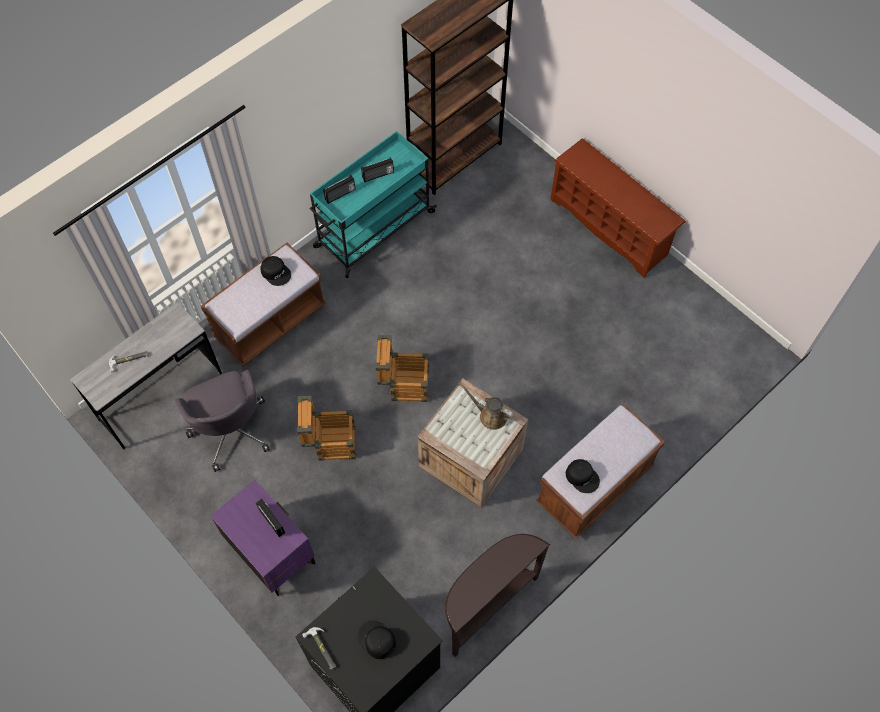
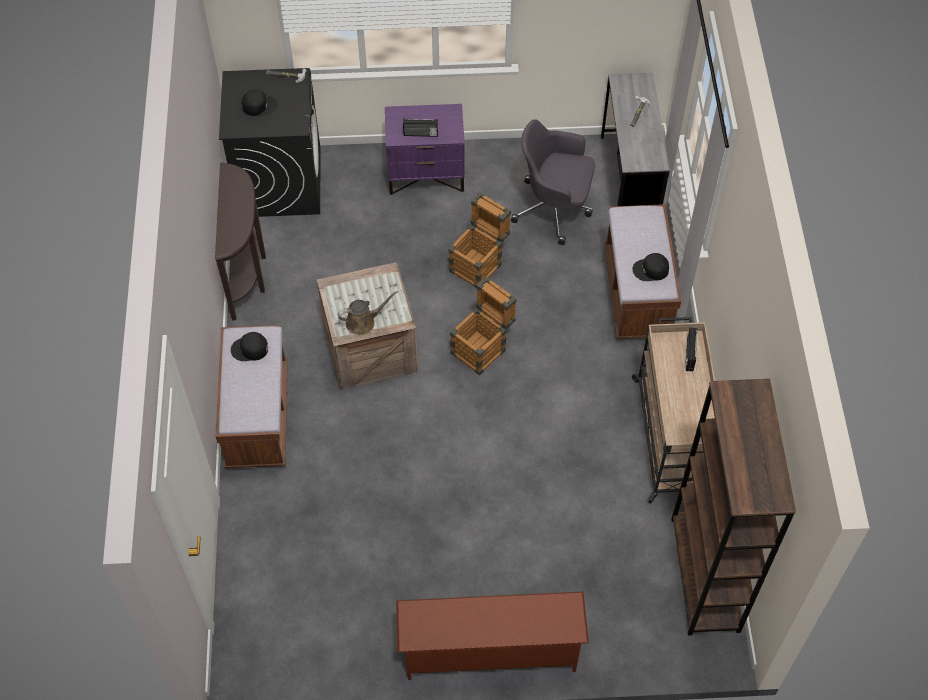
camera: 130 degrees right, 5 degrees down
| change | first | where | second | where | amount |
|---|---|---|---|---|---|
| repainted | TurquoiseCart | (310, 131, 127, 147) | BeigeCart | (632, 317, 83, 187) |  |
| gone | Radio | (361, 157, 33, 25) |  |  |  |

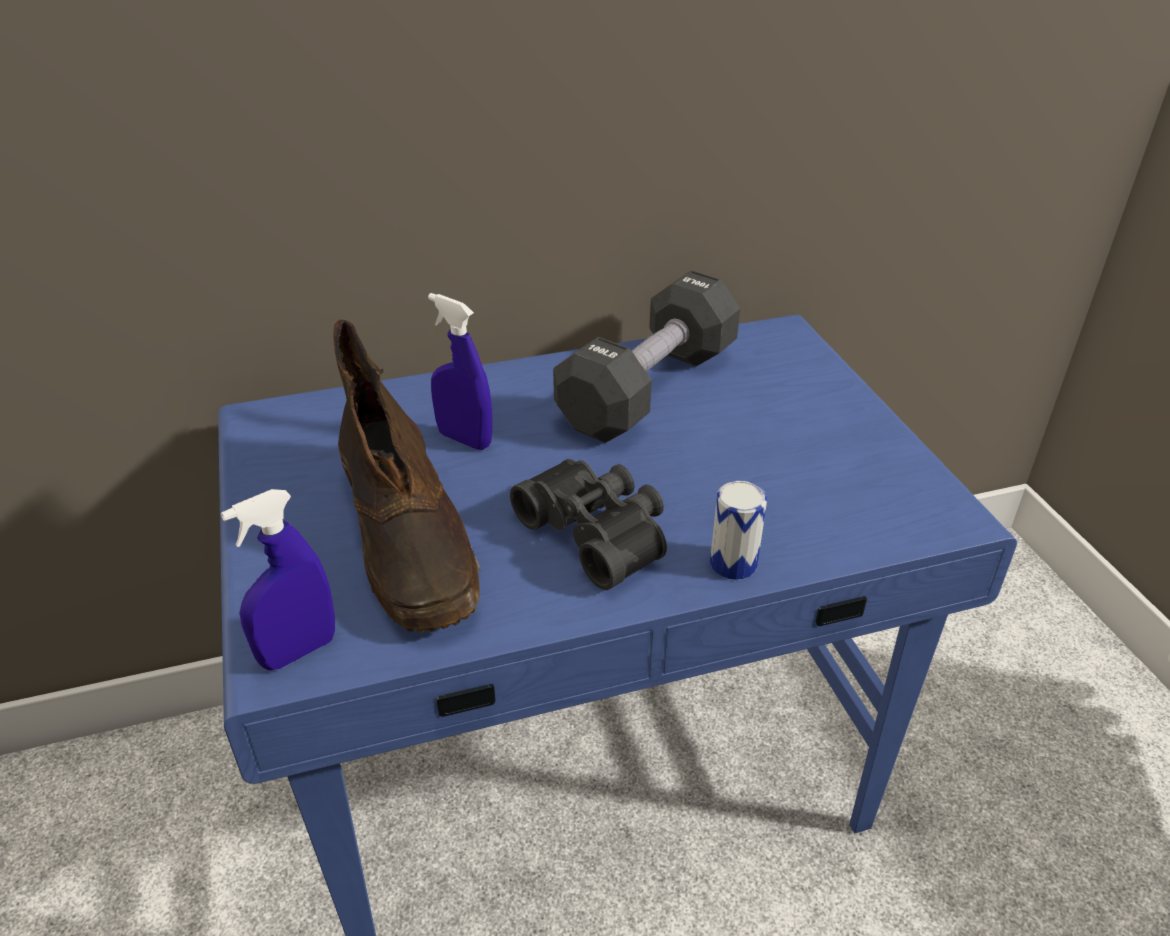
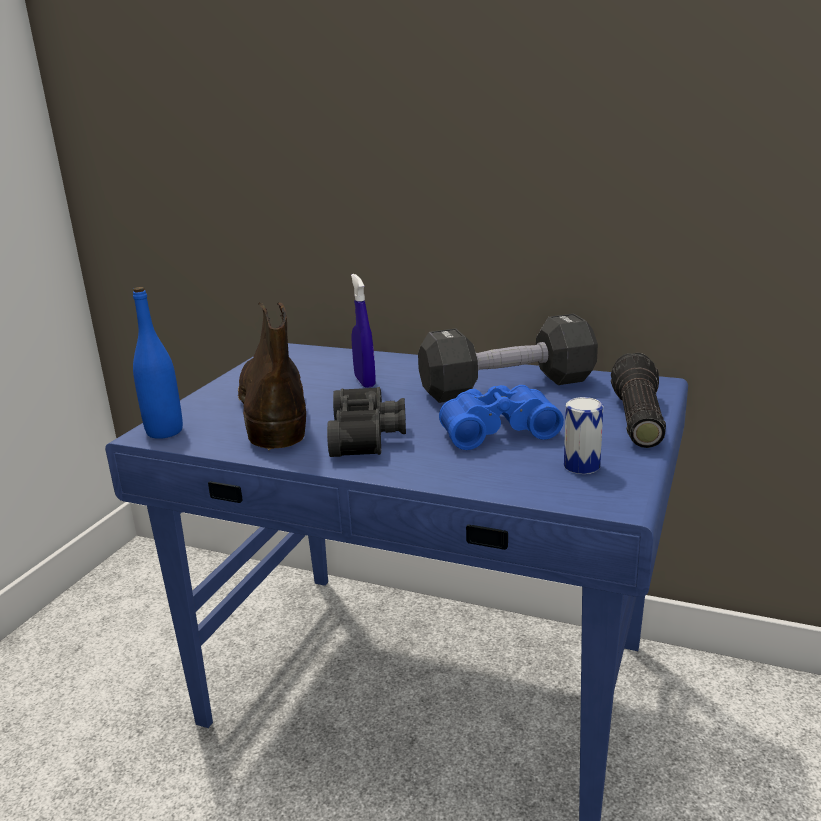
camera: 40 degrees right, 15 degrees down
| change | first | where | second | where | amount |
|---|---|---|---|---|---|
| rotated | BrownBoot | (333, 319, 148, 314) |  | (238, 302, 68, 149) | 150 degrees clockwise |
| shifted | Can | (710, 481, 57, 99) |  | (564, 397, 39, 77) |  |
| swapped | BlueSprayBottle | (221, 489, 114, 181) | BlueBottle | (133, 287, 50, 152) |  |
| new |  |  | Flashlight | (611, 352, 55, 96) |  |
| new |  |  | BlueBinoculars | (439, 385, 125, 65) |  |

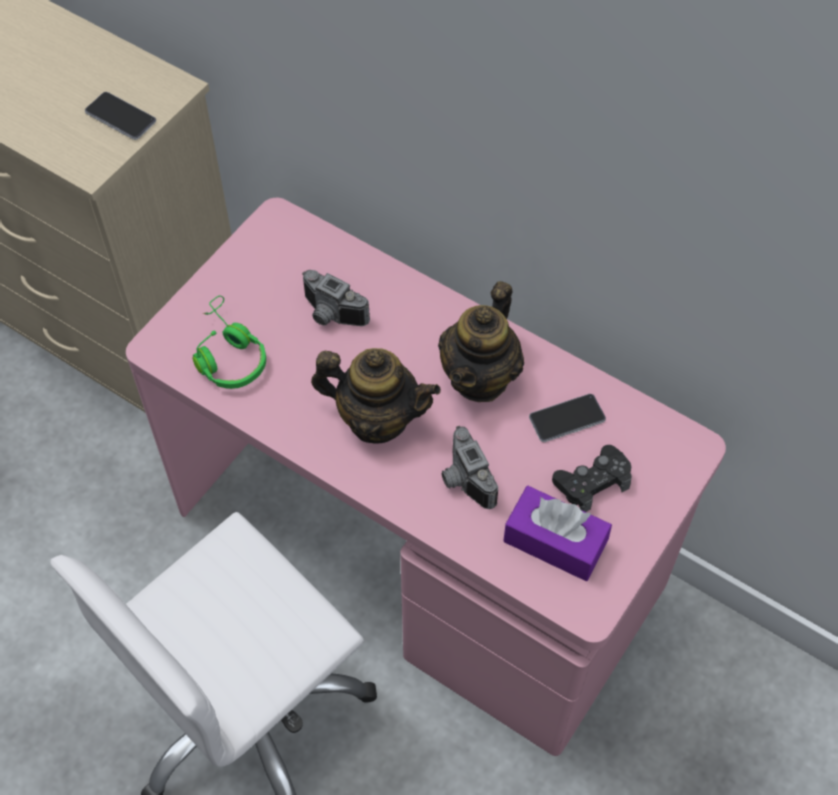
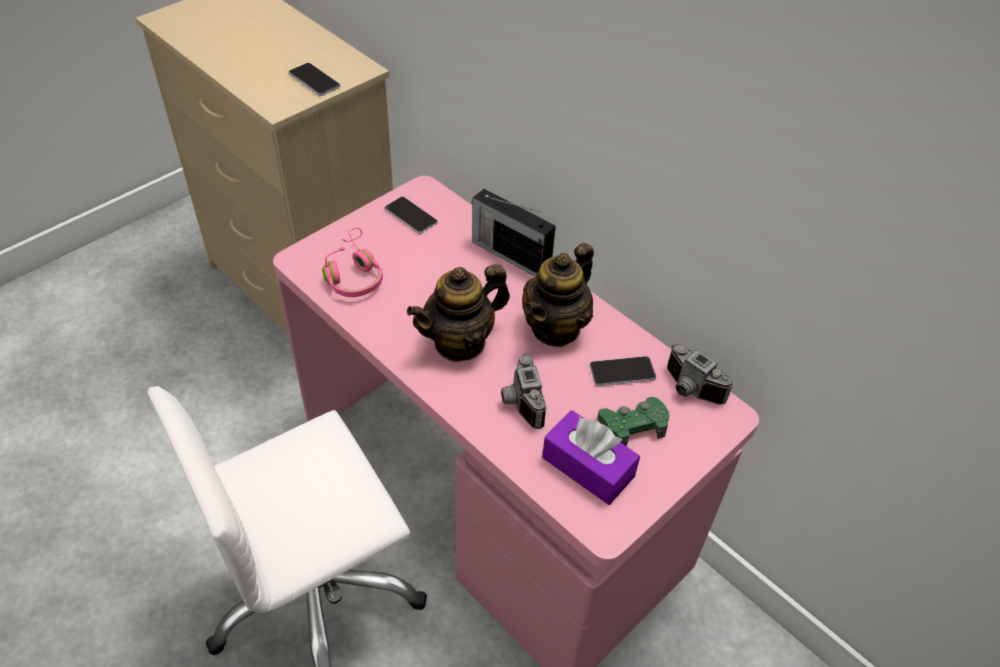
camera: 10 degrees right, 10 degrees down
| change | first | where | second | where | amount |
|---|---|---|---|---|---|
| shifted | PhotoCamera | (302, 270, 68, 56) |  | (667, 344, 66, 61) |  |
| repainted | GreenHeadphones | (193, 295, 73, 94) | PinkHeadphones | (322, 228, 61, 69) |  |
| rotated | Teapot | (311, 348, 130, 96) |  | (407, 264, 103, 98) | 120 degrees clockwise |
| repainted | BlackGameController | (552, 445, 80, 67) | GreenGameController | (597, 397, 73, 49) |  |
| new |  |  | Radio | (471, 189, 85, 88) |  |
| new |  |  | Phone | (385, 197, 53, 37) |  |

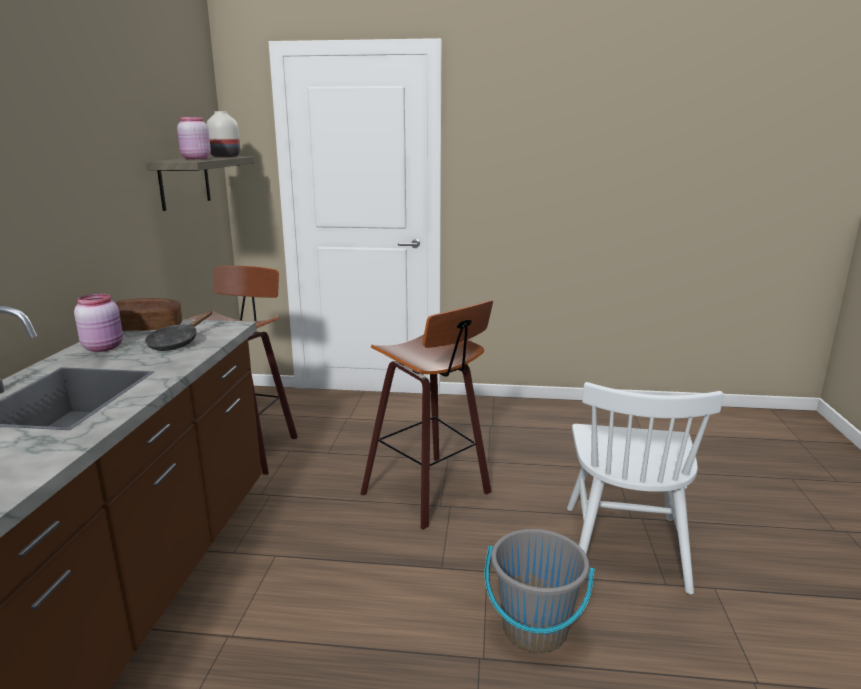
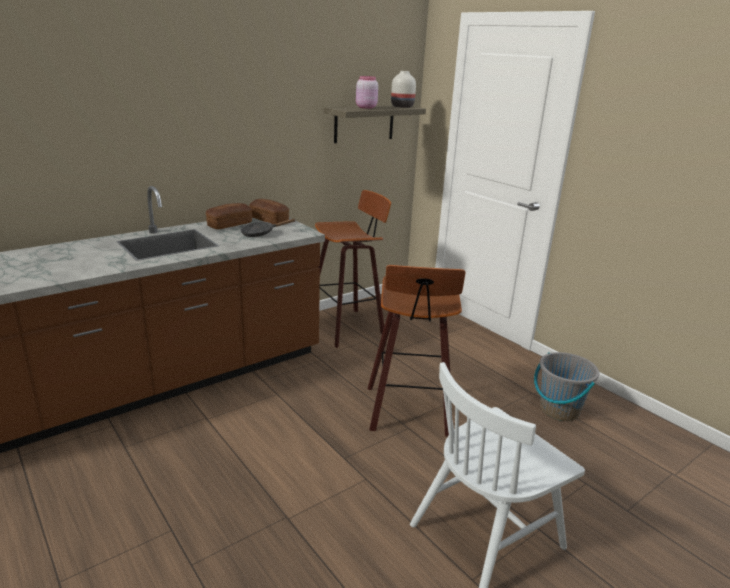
camera: 45 degrees right, 5 degrees up
| change | first | where | second | where | amount |
|---|---|---|---|---|---|
| swapped | PinkJar | (74, 294, 49, 58) | Bread | (206, 203, 46, 26) |  |
| shifted | GreyBucket | (485, 529, 110, 124) |  | (534, 352, 65, 69) |  |

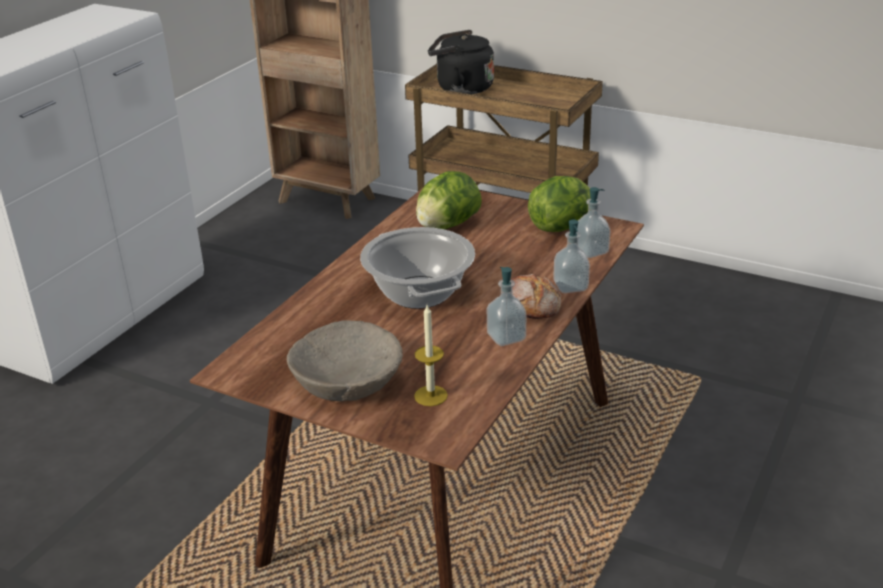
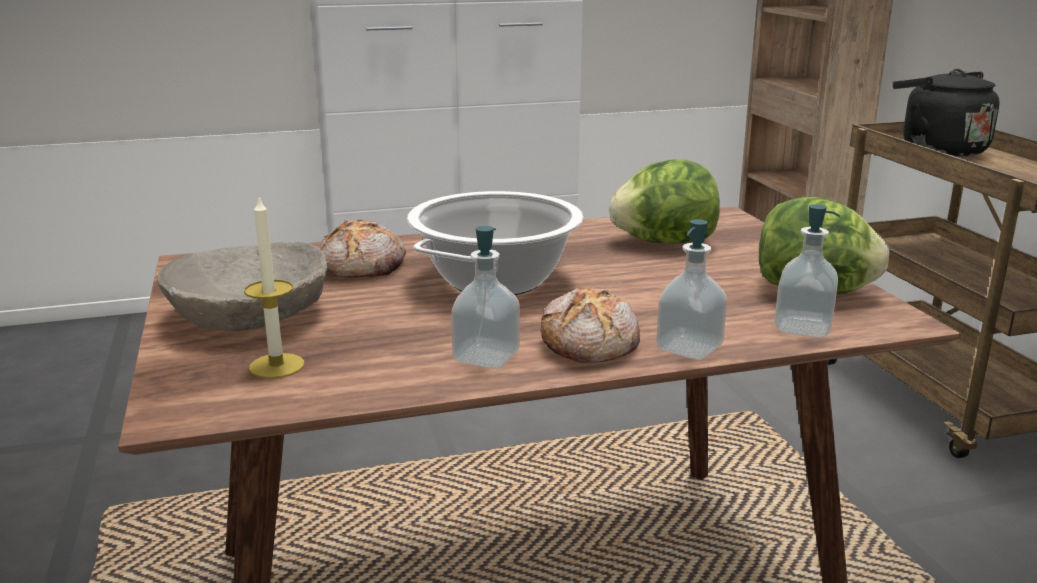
camera: 45 degrees right, 10 degrees down
| change | first | where | second | where | amount |
|---|---|---|---|---|---|
| new |  |  | Bread | (320, 220, 86, 58) |  |

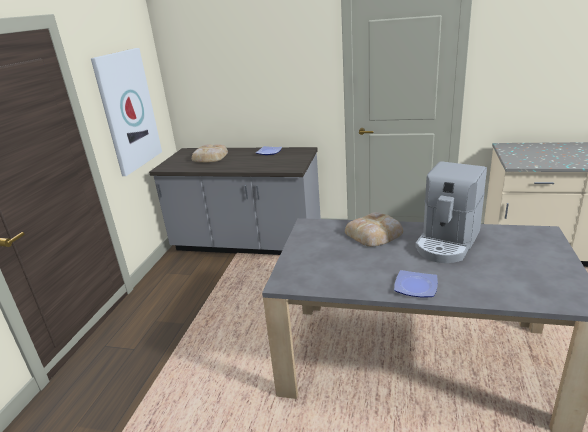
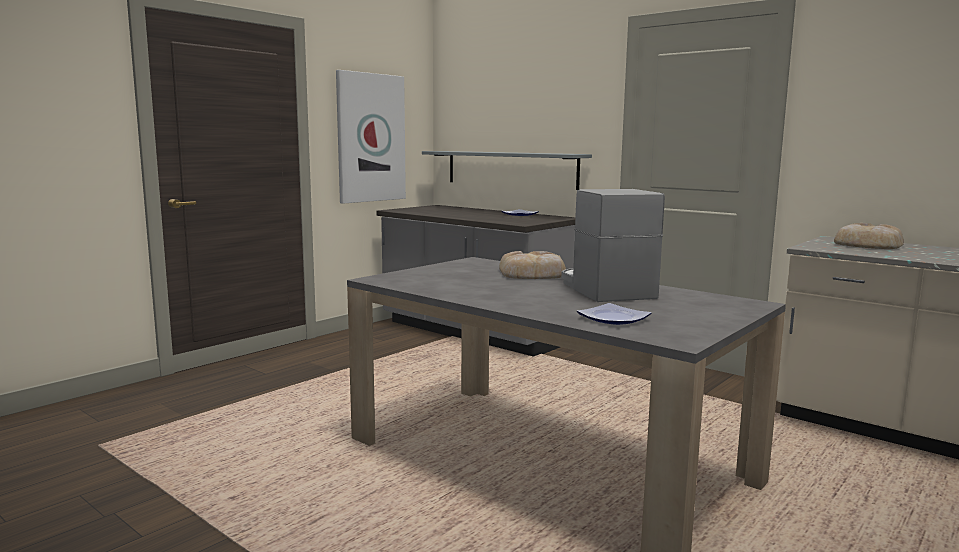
camera: 25 degrees right, 15 degrees down
| change | first | where | second | where | amount |
|---|---|---|---|---|---|
| shifted | Bread | (192, 144, 36, 19) |  | (834, 223, 70, 26) |  |
| rotated | CoffeeMachine | (415, 161, 72, 102) |  | (561, 189, 104, 113) | 105 degrees clockwise |
| shifted | Plate | (394, 270, 44, 27) |  | (577, 303, 74, 22) |  |
| new |  |  | GreyShelf | (422, 151, 170, 39) |  |

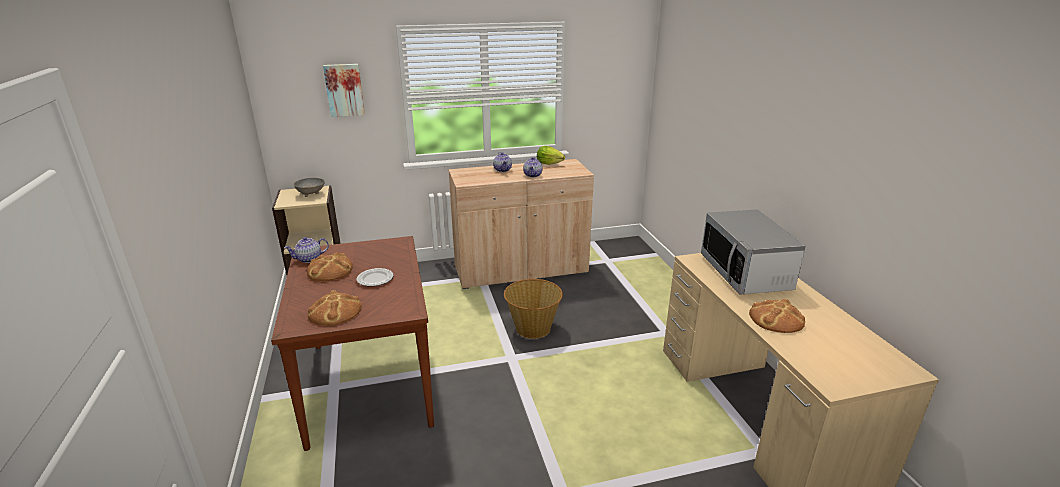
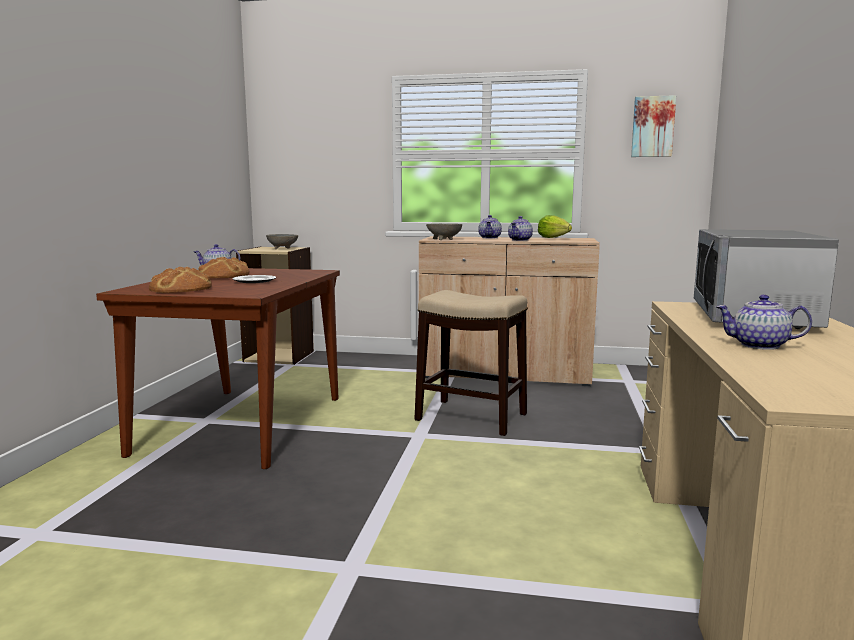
camera: 25 degrees right, 15 degrees down
| change | first | where | second | where | amount |
|---|---|---|---|---|---|
| shifted | Picture | (323, 64, 42, 53) |  | (631, 95, 45, 62) |  |
| swapped | Basket | (504, 279, 59, 60) | Stool | (415, 290, 113, 146) |  |
| swapped | Bread | (749, 299, 56, 34) | Teapot | (716, 295, 96, 55) |  |
| new |  |  | GreyBowl | (426, 224, 36, 16) |  |

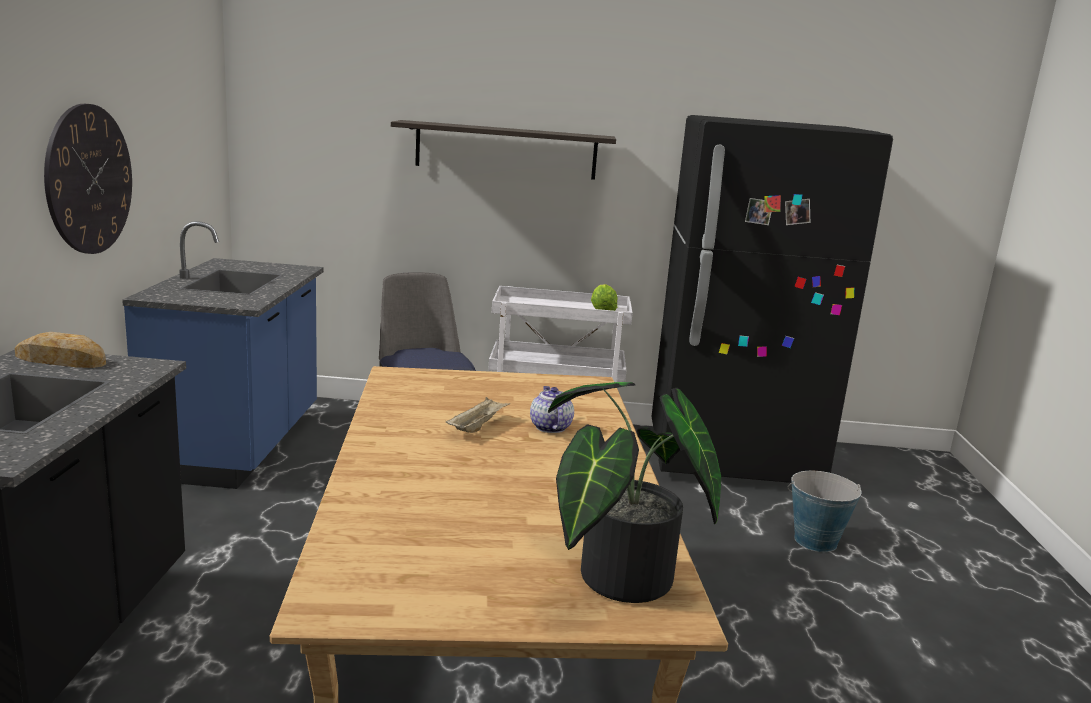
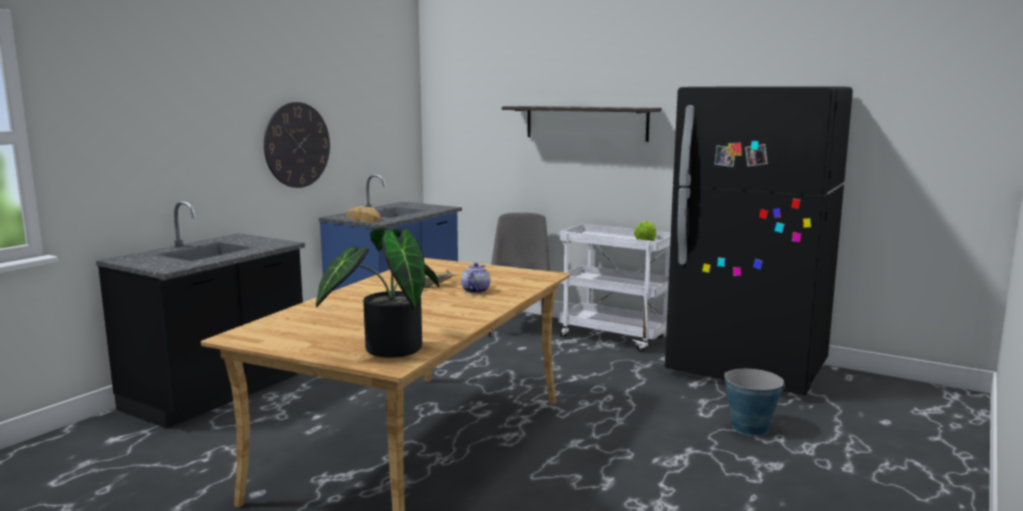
camera: 30 degrees right, 5 degrees down
| change | first | where | second | where | amount |
|---|---|---|---|---|---|
| shifted | Bread | (14, 332, 92, 36) |  | (347, 206, 33, 16) |  |

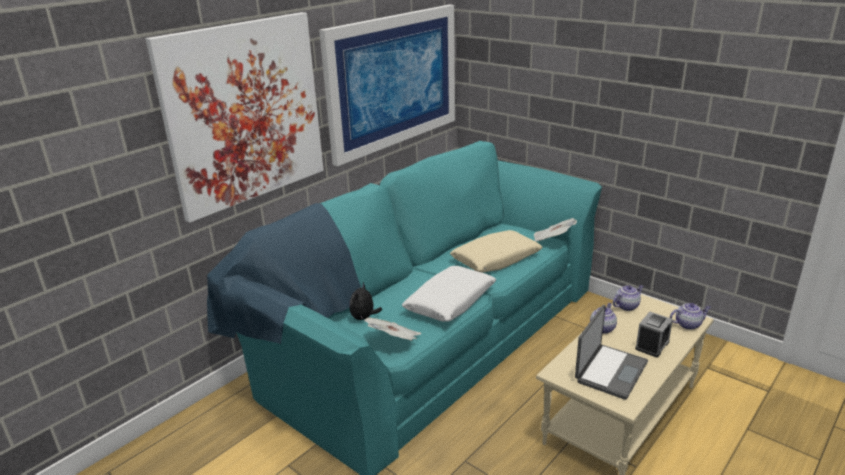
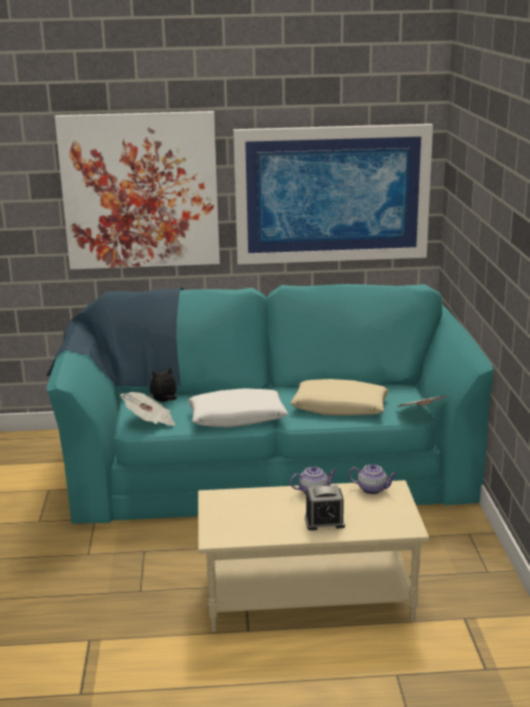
camera: 45 degrees right, 5 degrees down
| change | first | where | second | where | amount |
|---|---|---|---|---|---|
| gone | Teapot | (670, 303, 41, 27) |  |  |  |
| gone | Laptop | (575, 305, 73, 95) |  |  |  |

